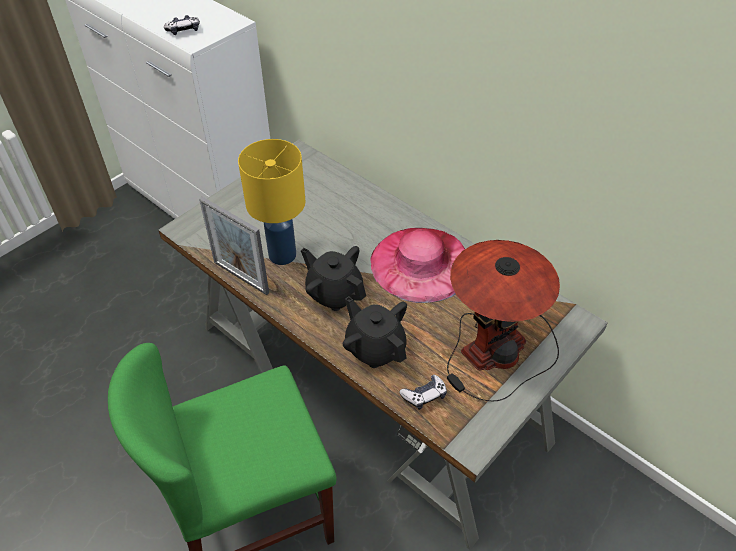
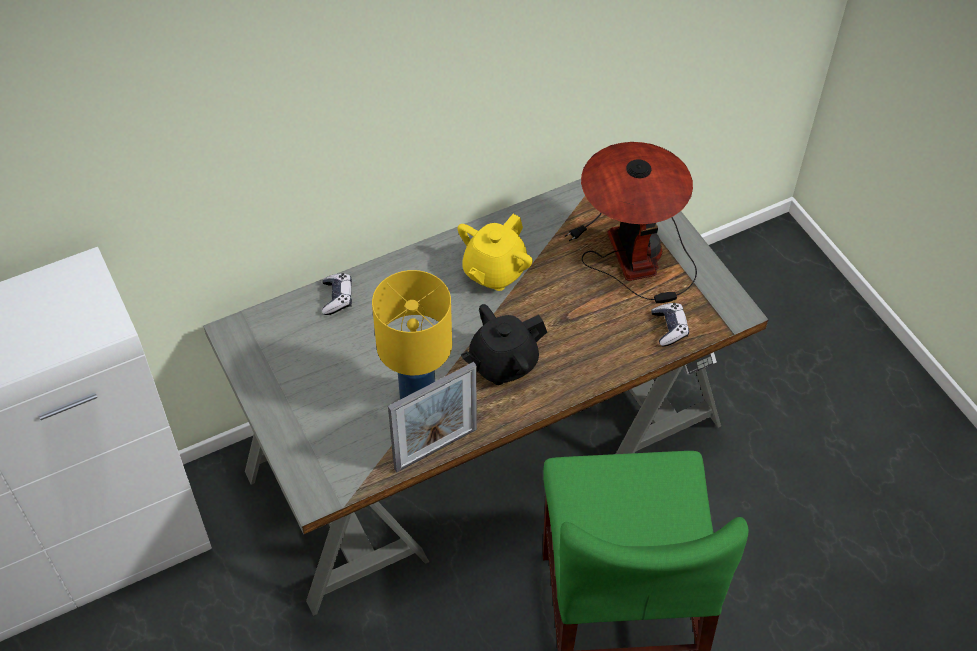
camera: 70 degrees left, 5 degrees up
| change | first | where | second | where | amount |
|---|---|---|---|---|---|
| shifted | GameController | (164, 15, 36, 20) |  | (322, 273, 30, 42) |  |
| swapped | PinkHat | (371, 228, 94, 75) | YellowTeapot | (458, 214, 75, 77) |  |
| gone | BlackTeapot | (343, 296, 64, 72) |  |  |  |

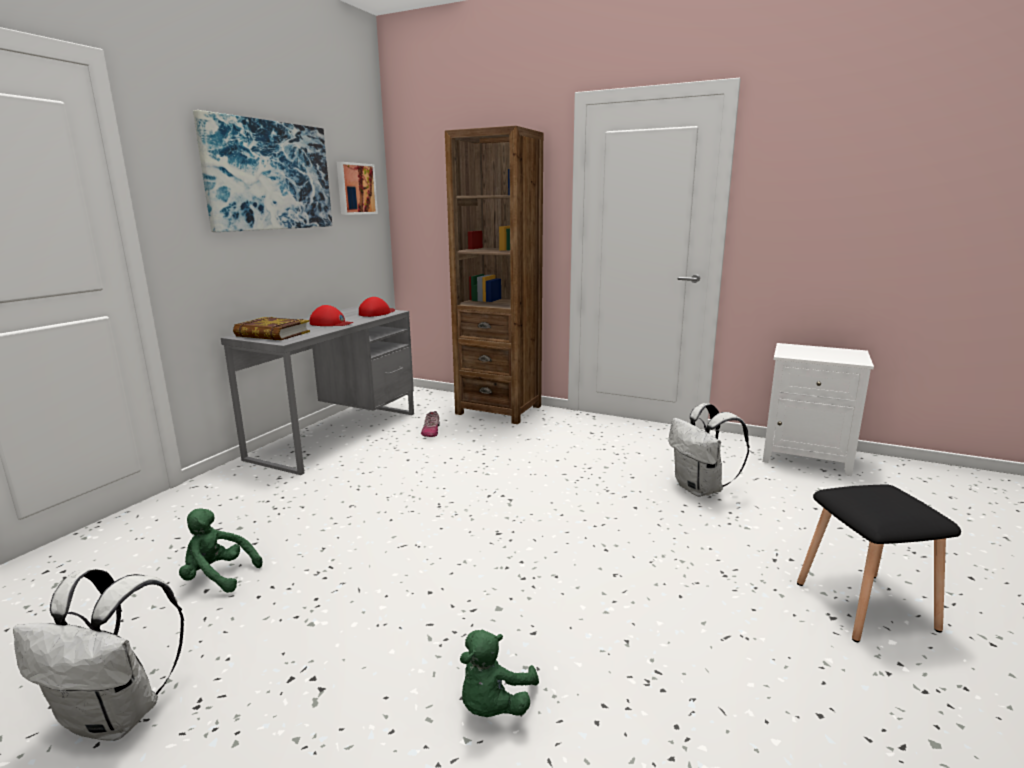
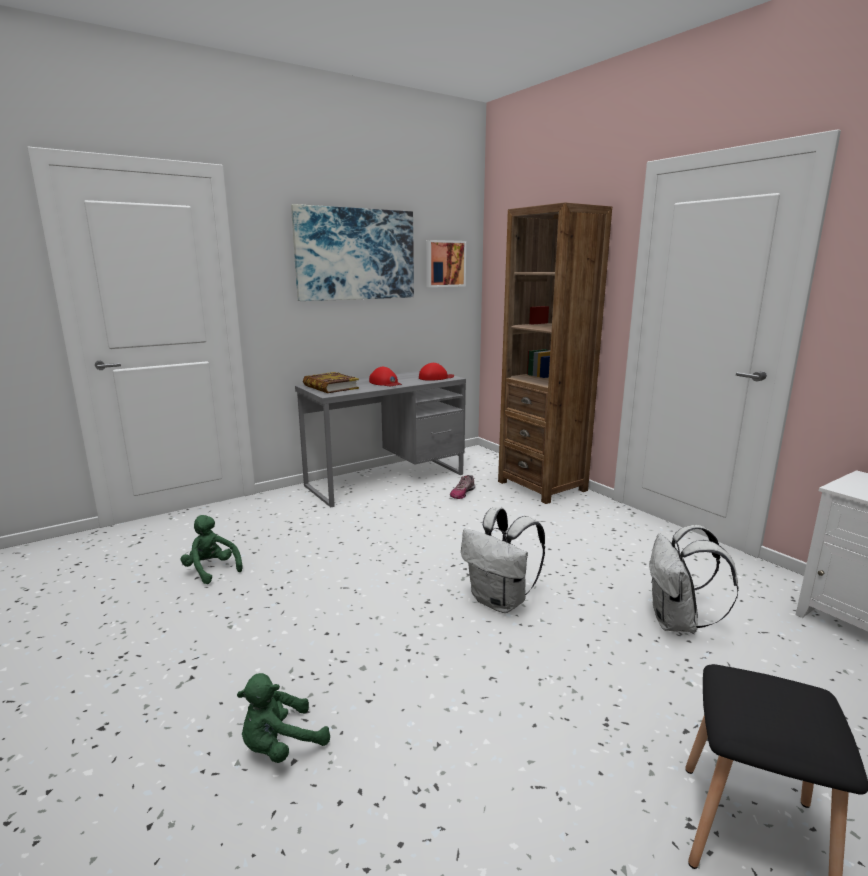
camera: 30 degrees right, 0 degrees up
| change | first | where | second | where | amount |
|---|---|---|---|---|---|
| shifted | WhiteBackpack | (13, 569, 171, 172) |  | (461, 507, 84, 106) |  |

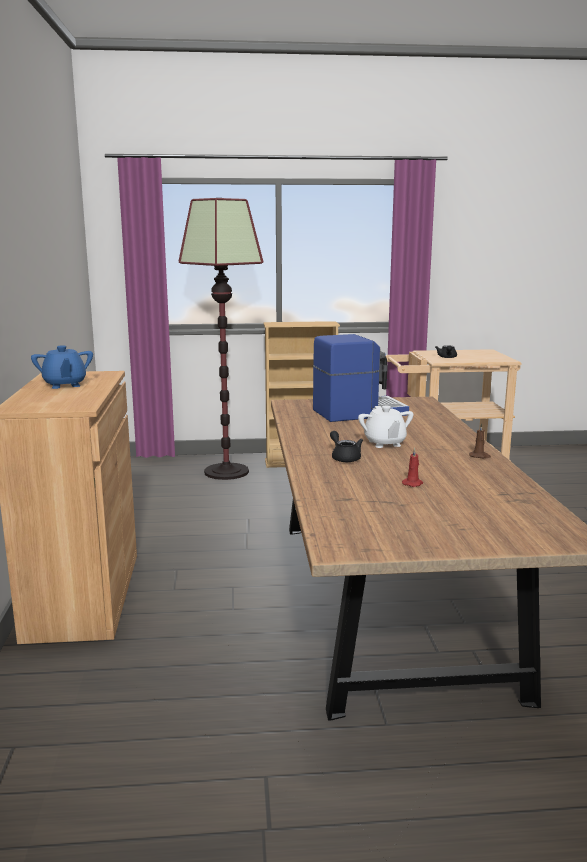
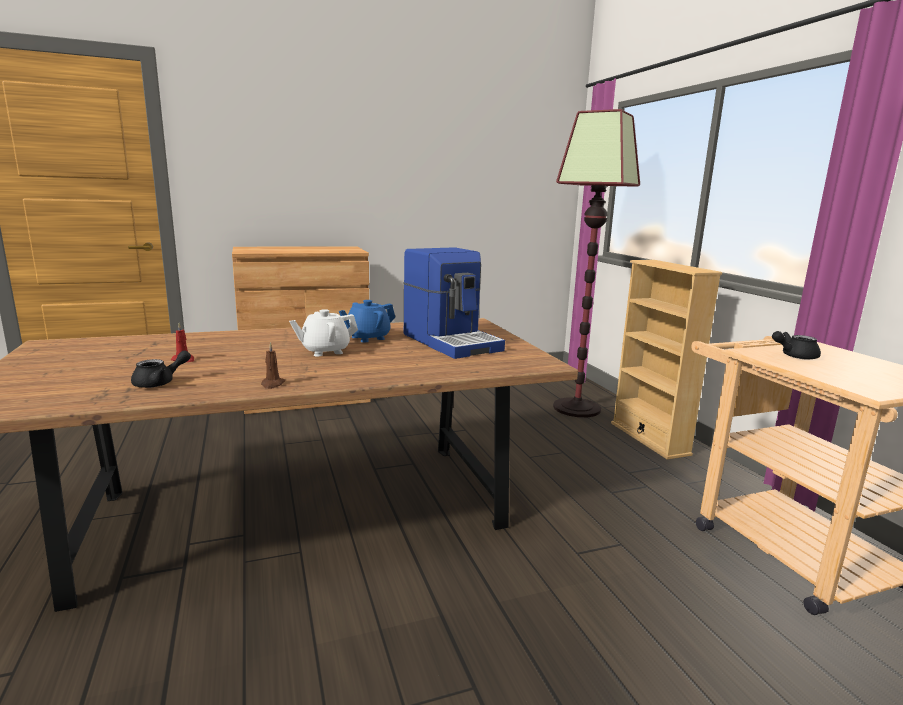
camera: 75 degrees right, 0 degrees up
| change | first | where | second | where | amount |
|---|---|---|---|---|---|
| shifted | BlueTeapot | (31, 345, 62, 44) |  | (339, 300, 56, 43) |  |
| shifted | BlackTeapot | (330, 431, 33, 31) |  | (131, 350, 60, 38) |  |

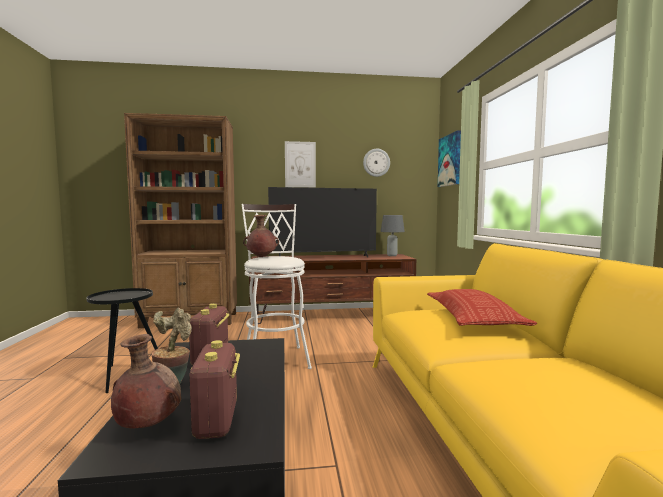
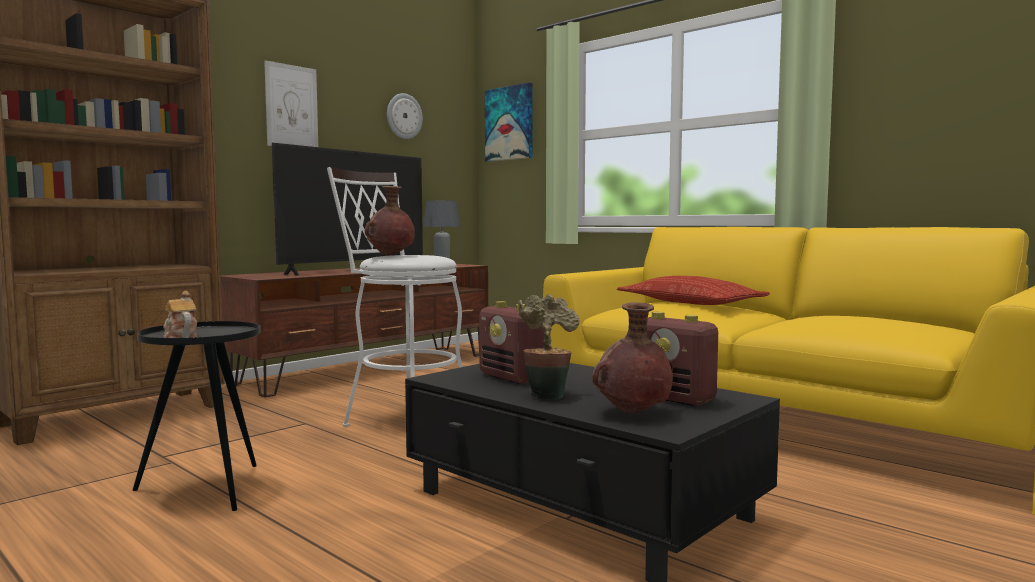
camera: 40 degrees left, 0 degrees up
| change | first | where | second | where | amount |
|---|---|---|---|---|---|
| new |  |  | Teapot | (163, 291, 34, 47) |  |

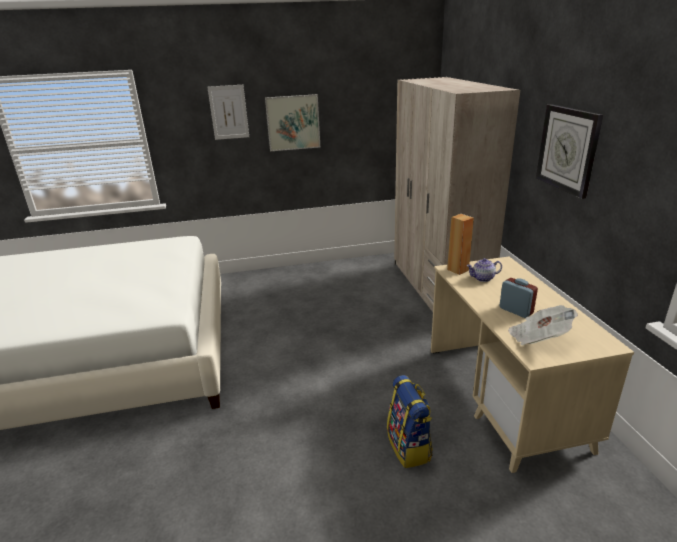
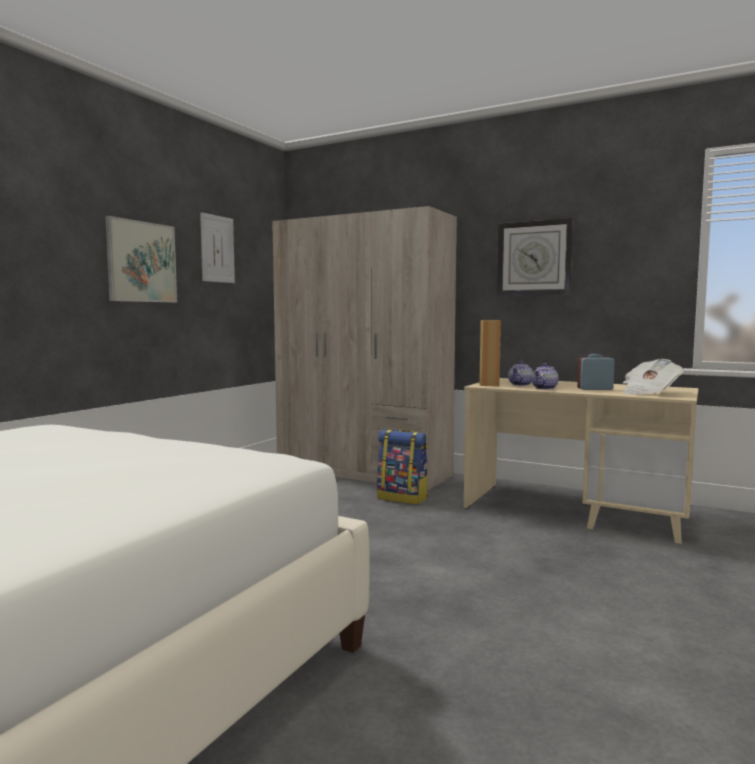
camera: 50 degrees left, 20 degrees down
| change | first | where | second | where | amount |
|---|---|---|---|---|---|
| shifted | Picture | (207, 85, 42, 55) |  | (200, 212, 35, 71) |  |
| shifted | Backpack | (387, 375, 46, 93) |  | (377, 430, 51, 75) |  |
| new |  |  | Teapot | (532, 363, 27, 26) |  |

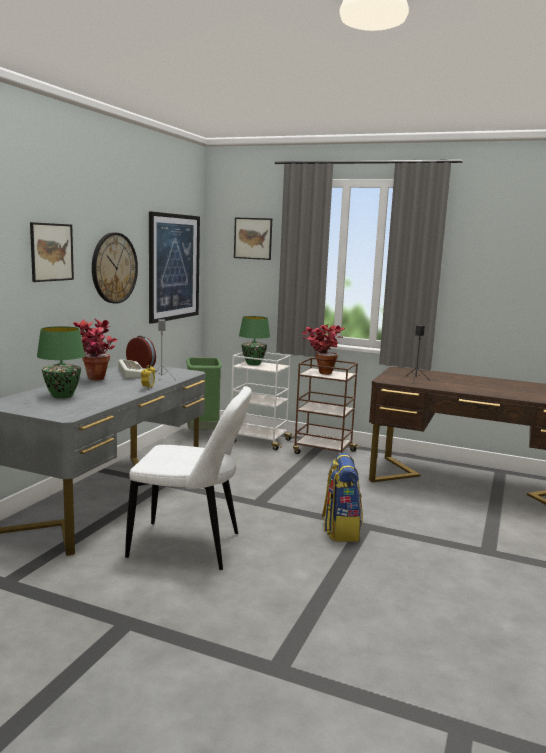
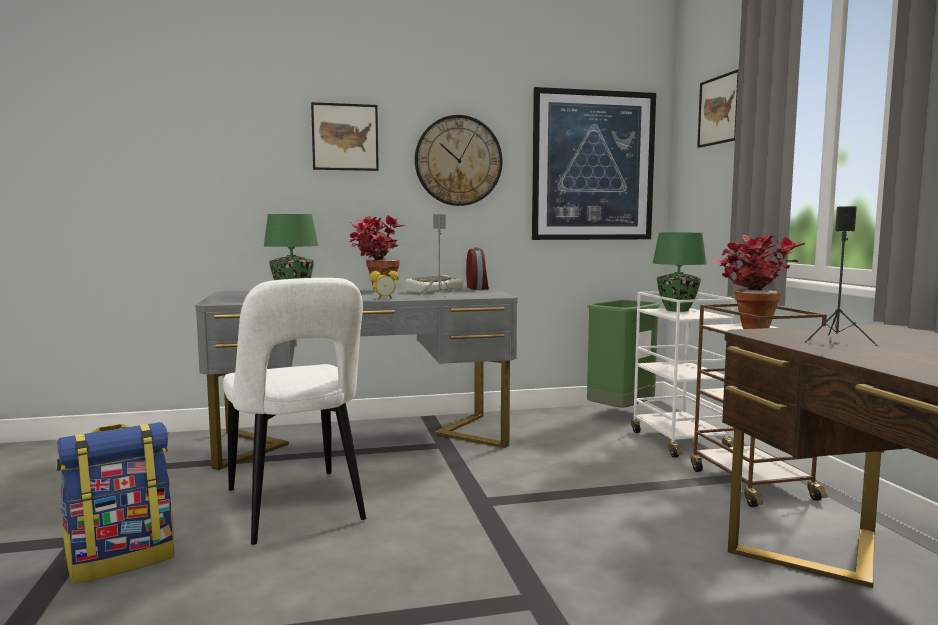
camera: 55 degrees right, 5 degrees down
| change | first | where | second | where | amount |
|---|---|---|---|---|---|
| shifted | Backpack | (322, 453, 41, 89) |  | (56, 422, 118, 162) |  |

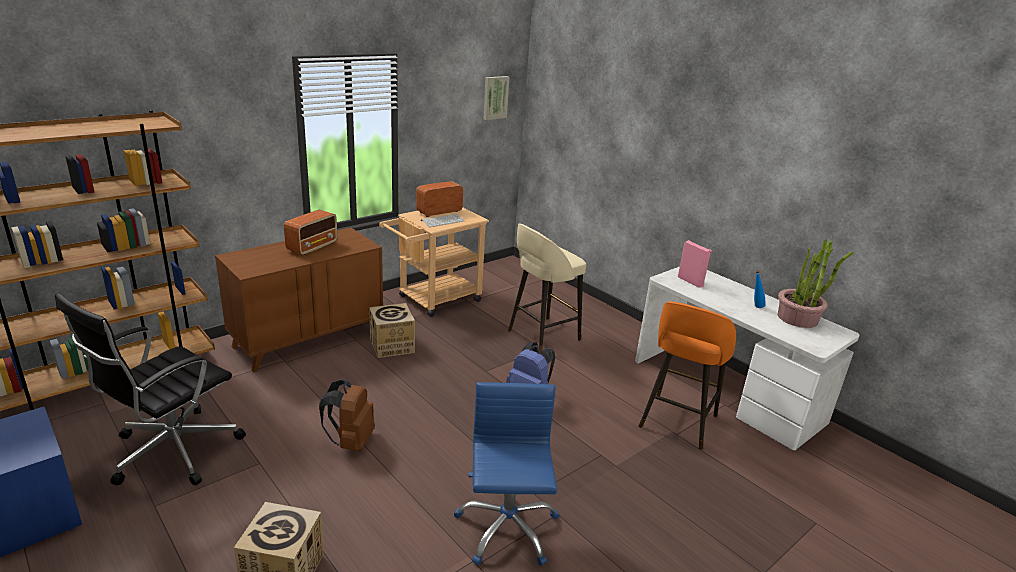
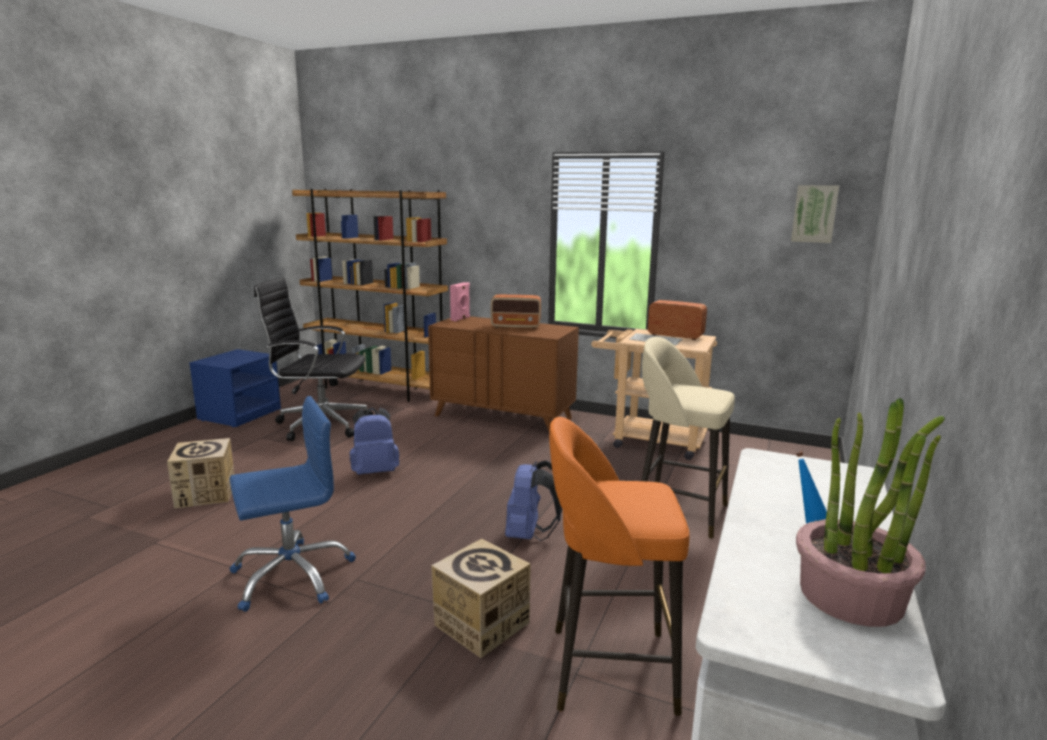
camera: 65 degrees right, 10 degrees down
| change | first | where | second | where | amount |
|---|---|---|---|---|---|
| shifted | PinkSpeaker | (678, 240, 34, 48) |  | (450, 282, 20, 40) |  |
| shifted | CardboardBox | (369, 303, 46, 55) |  | (431, 539, 100, 119) |  |
| repainted | BrownBackpack | (319, 379, 56, 72) | BlueBackpack | (350, 407, 49, 68) |  |

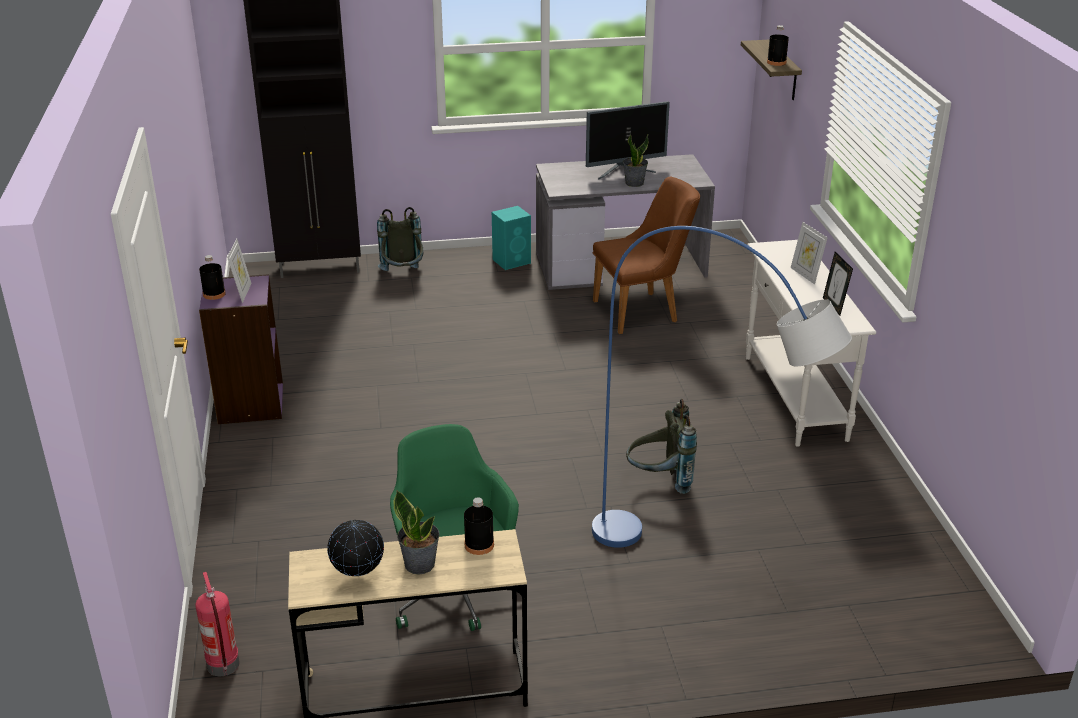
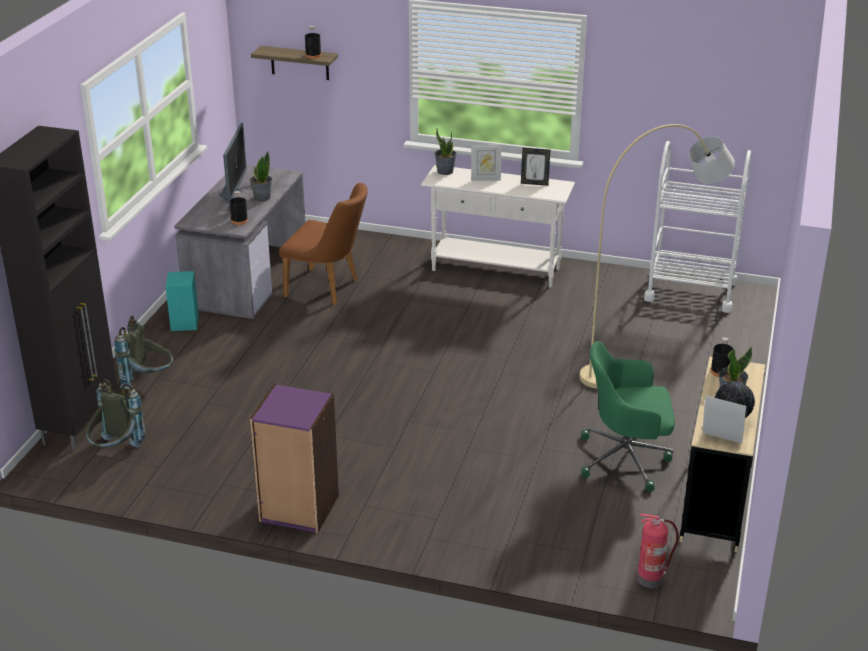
camera: 65 degrees left, 0 degrees up
| change | first | where | second | where | amount |
|---|---|---|---|---|---|
| rotated | BrownChair | (593, 177, 107, 157) |  | (279, 183, 89, 122) | 105 degrees clockwise |
| repainted | BlueFloorLamp | (592, 226, 260, 322) | BeigeFloorLamp | (580, 124, 155, 265) |  |
| shifted | PictureFrame | (227, 239, 25, 64) |  | (702, 396, 44, 47) |  |
| shifted | BlackBottle | (199, 255, 27, 45) |  | (230, 191, 18, 34) |  |
| shifted | GreyBackpack | (626, 399, 71, 95) |  | (86, 379, 59, 69) |  |
| new |  |  | PottedPlant | (435, 128, 21, 47) |  |
| new |  |  | WhiteCart | (644, 141, 107, 172) |  |

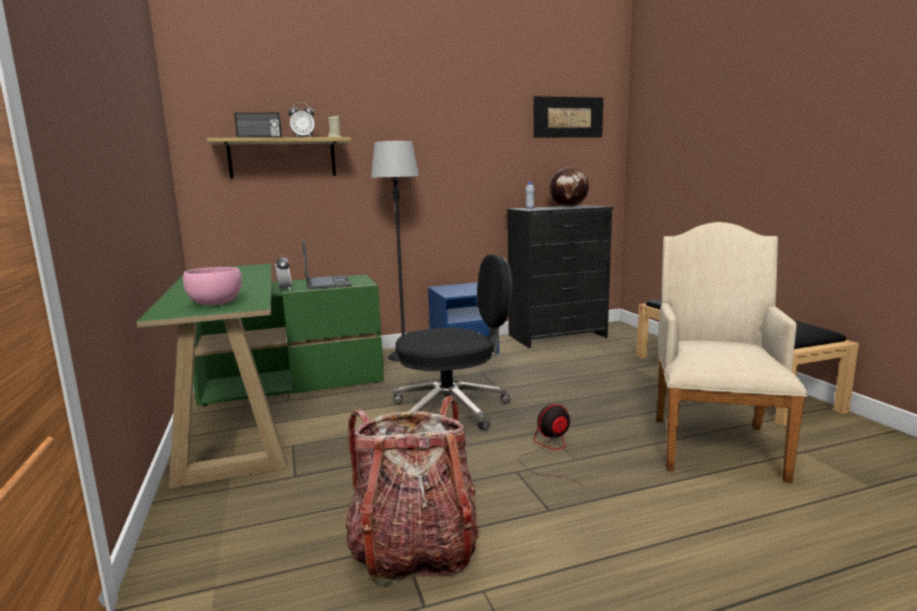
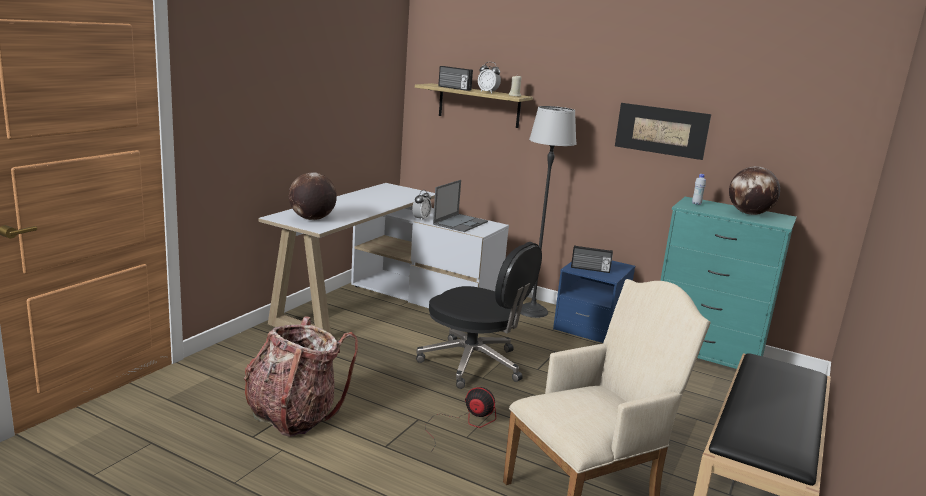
camera: 45 degrees right, 5 degrees up
| change | first | where | second | where | amount |
|---|---|---|---|---|---|
| shifted | Picture | (533, 96, 70, 42) |  | (615, 103, 96, 57) |  |
| repainted | BlackDresser | (507, 205, 106, 143) | TurquoiseDresser | (660, 197, 137, 172) |  |
| repainted | GreenDesk | (136, 264, 248, 225) | WhiteDesk | (258, 183, 251, 151) |  |
| swapped | PinkBowl | (183, 267, 59, 38) | Globe | (289, 172, 48, 48) |  |
| new |  |  | Radio | (571, 245, 42, 28) |  |

